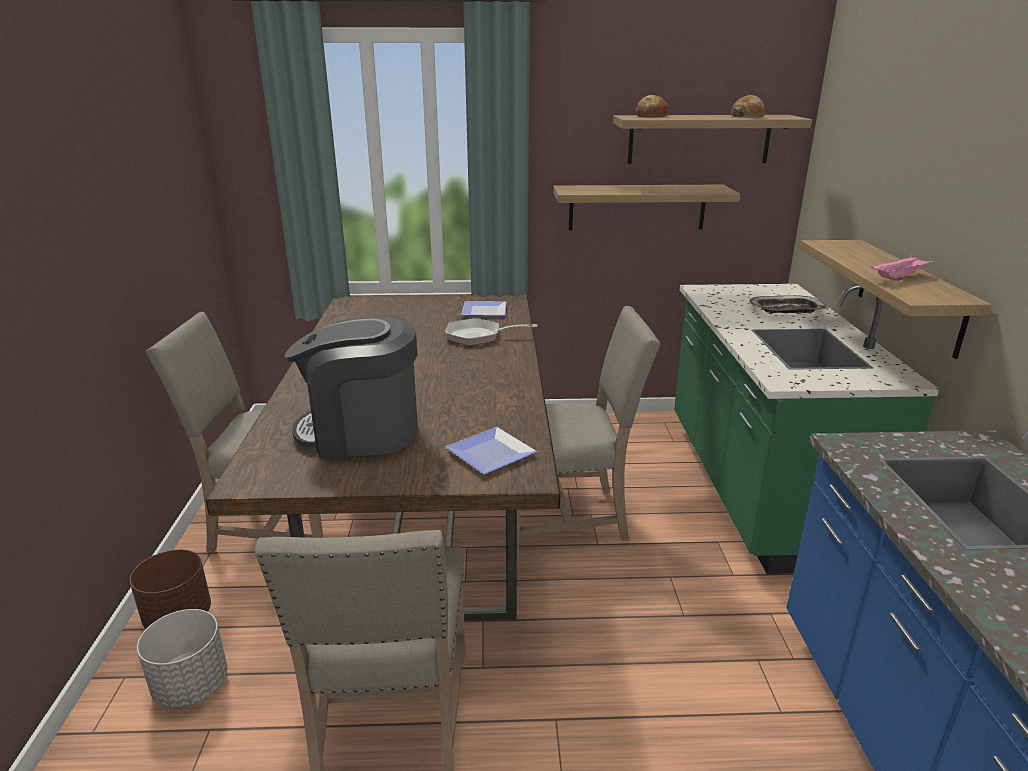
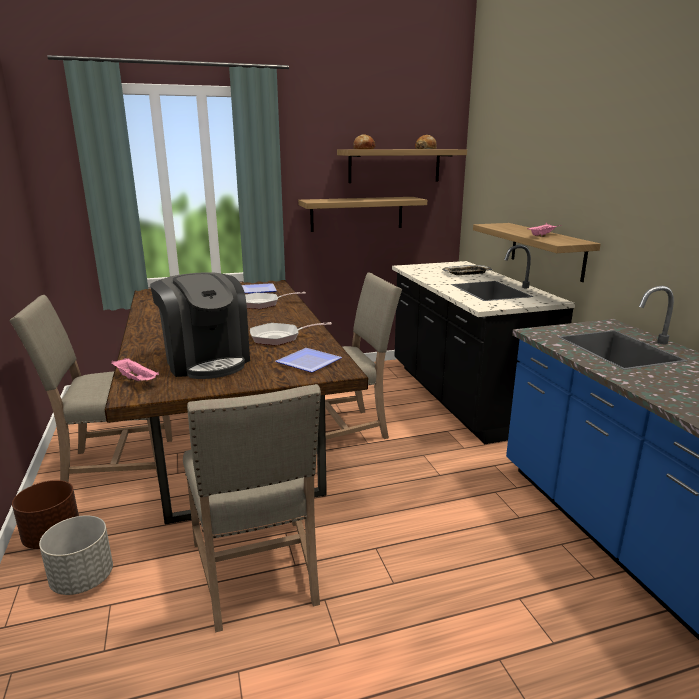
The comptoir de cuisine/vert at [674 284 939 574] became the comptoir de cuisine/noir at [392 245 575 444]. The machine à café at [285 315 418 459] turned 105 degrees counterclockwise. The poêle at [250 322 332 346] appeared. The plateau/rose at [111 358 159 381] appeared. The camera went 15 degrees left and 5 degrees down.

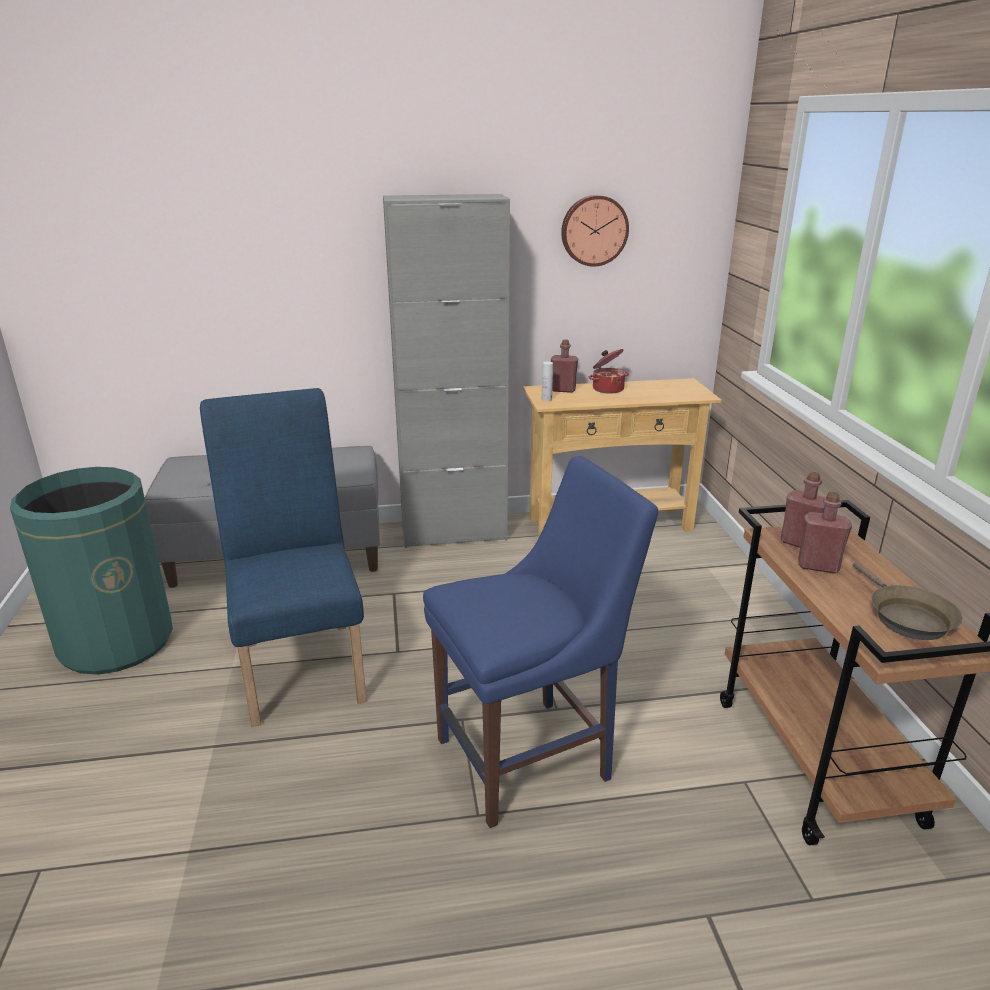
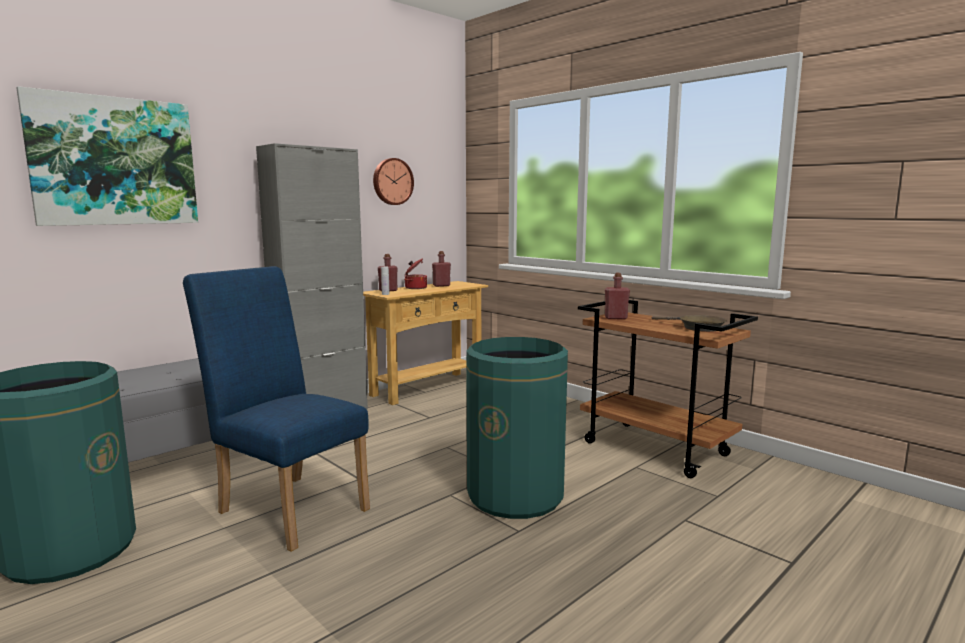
The chaise/bleu at [423 456 658 828] was replaced by the poubelle/vert at [466 337 568 519]. The bouteille/rouge moved from [798 492 852 573] to [432 251 451 287]. The tableau at [17 86 198 226] appeared. The camera went 35 degrees left and 15 degrees down.

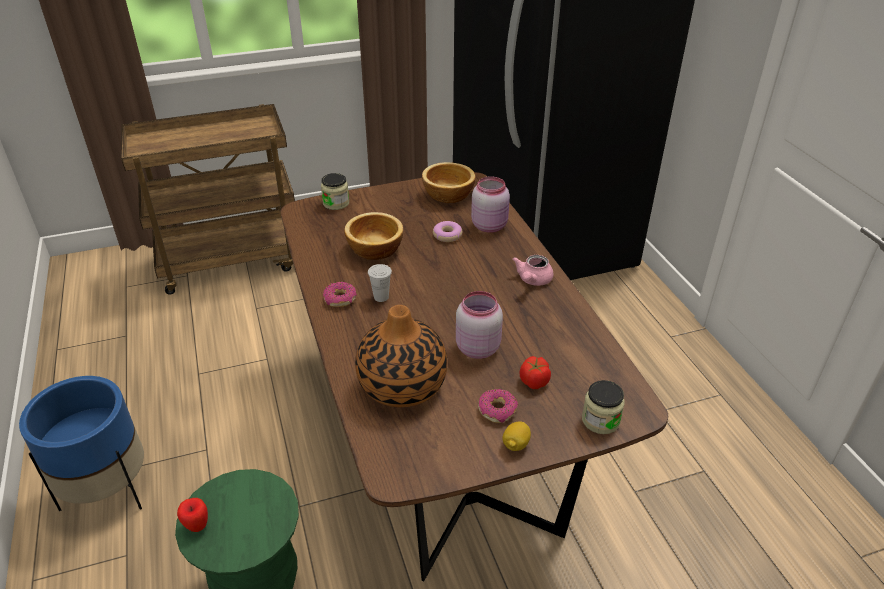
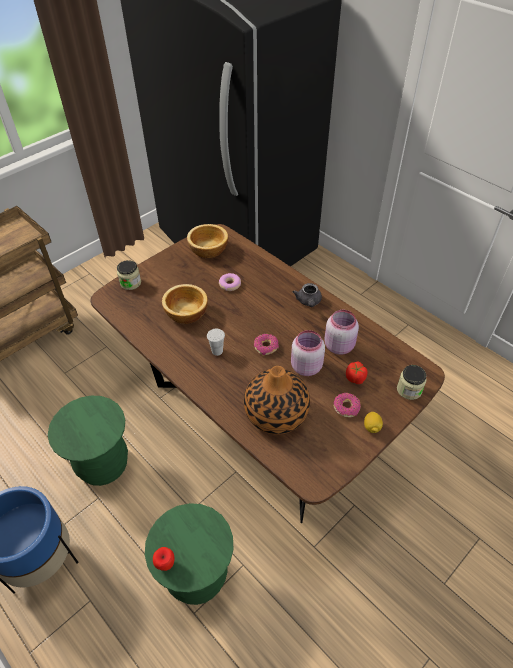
The bocal/rose moved from [471 176 510 233] to [324 310 359 355]. The théière/rose at [512 255 554 286] became the théière/gris at [293 283 322 307]. The beignet moved from [323 282 357 307] to [254 334 279 355]. The tabouret/vert at [48 396 128 486] appeared. The camera went 25 degrees left and 10 degrees up.

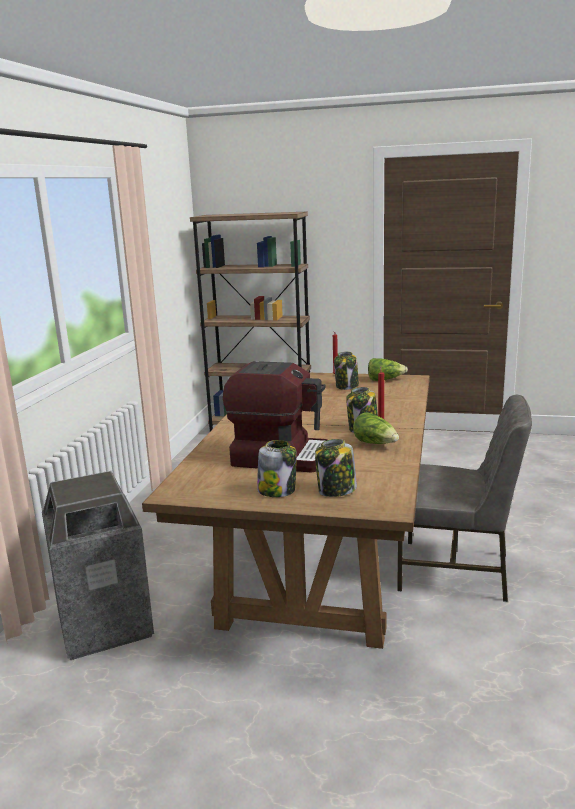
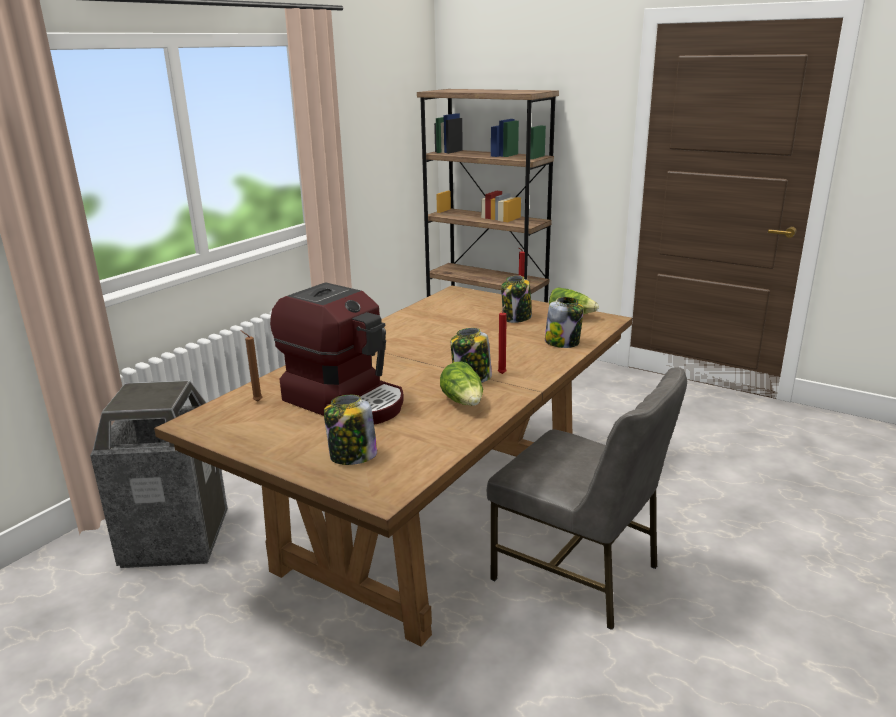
The bocal moved from [257 440 297 497] to [545 297 584 348]. The bougie/marron at [240 330 262 401] appeared. The camera went 20 degrees right and 5 degrees up.

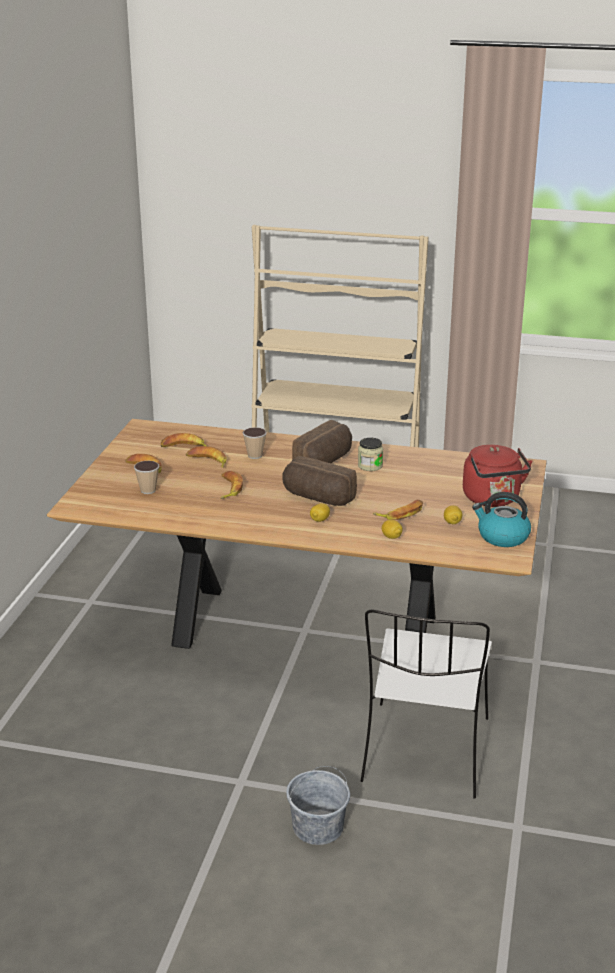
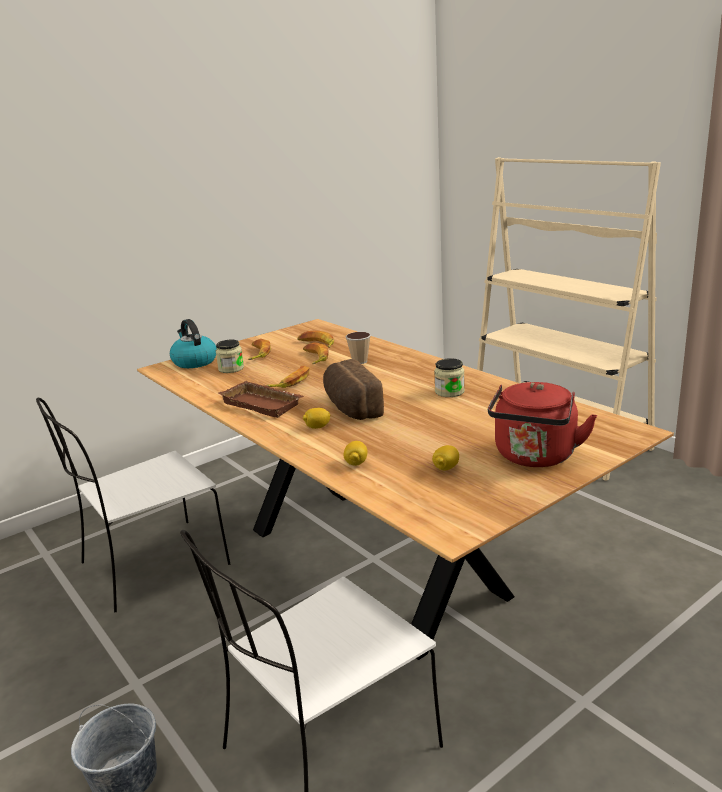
The pain at [292 420 352 463] disappeared. The tasse at [134 461 159 494] was replaced by the bocal at [216 340 244 373]. The bouilloire moved from [472 492 531 547] to [170 319 217 368]. The banane at [373 500 423 520] disappeared. The plateau/marron at [218 381 304 418] appeared. The chaise/blanc at [36 398 230 612] appeared. The camera went 40 degrees right and 5 degrees down.

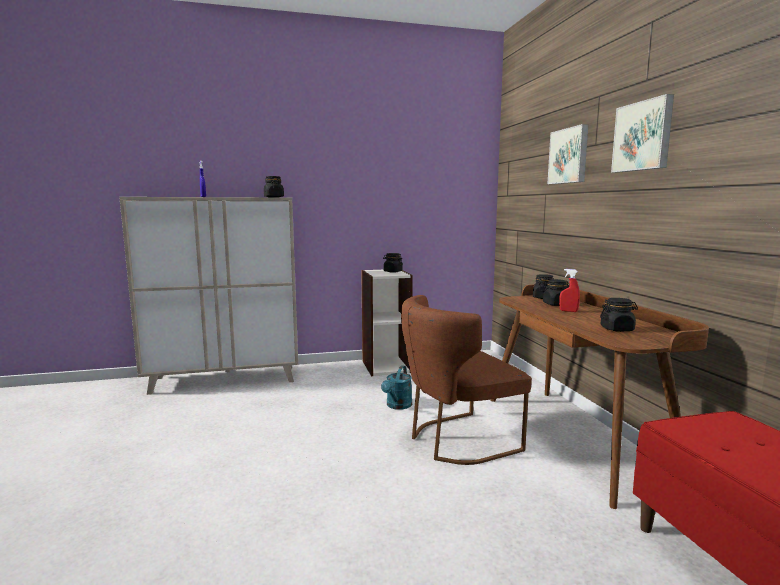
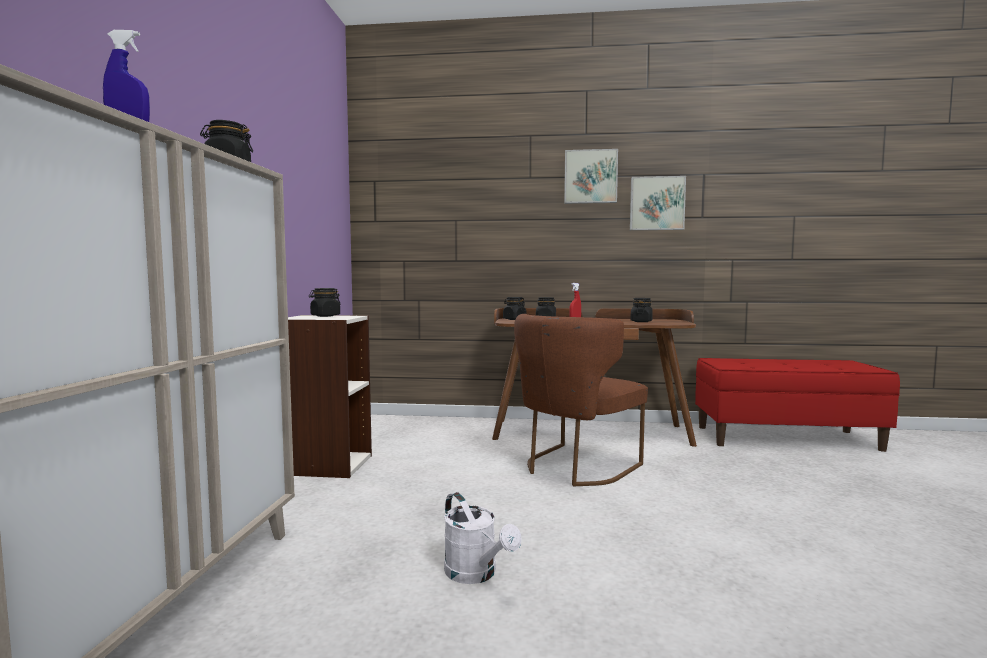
The tableau moved from [547 124 589 184] to [630 176 686 230]. The chaise/marron at [401 295 532 465] turned 45 degrees clockwise. The arrosoir/turquoise at [381 365 412 410] disappeared. The arrosoir/blanc at [444 492 522 584] appeared. The camera went 70 degrees left and 5 degrees down.

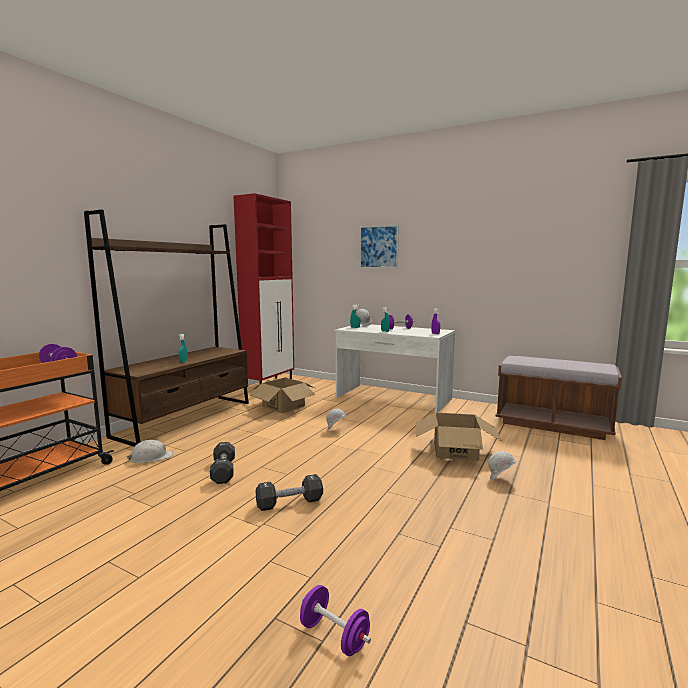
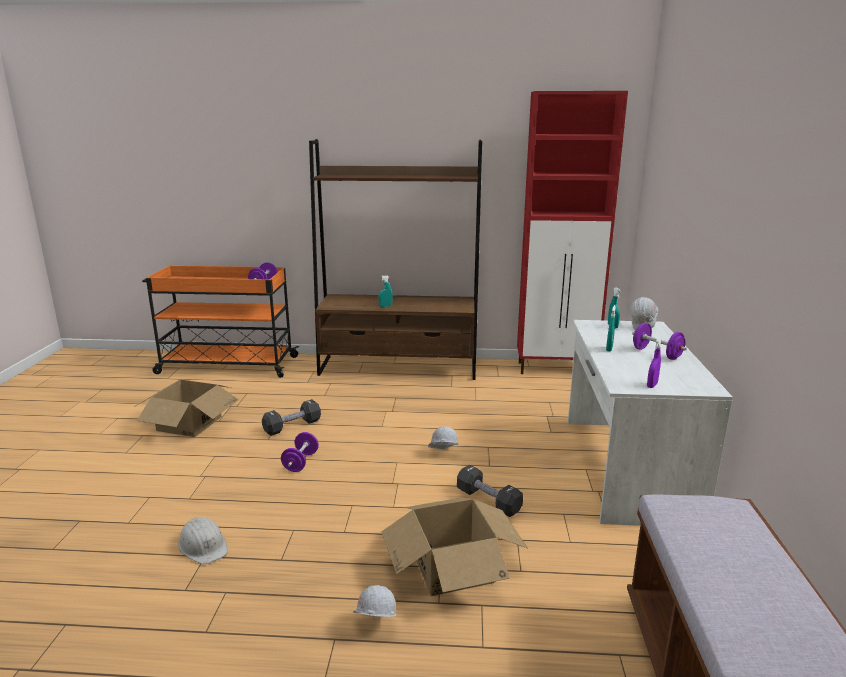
The tableau at [360 224 399 268] disappeared. The carton moved from [249 378 315 413] to [134 380 239 437]. The casque de chantier/blanc moved from [127 440 173 463] to [178 517 228 564]. The haltère/noir moved from [256 474 323 511] to [457 464 523 517]. The haltère/violet moved from [300 585 371 656] to [281 432 319 472]. The camera went 65 degrees right and 10 degrees up.

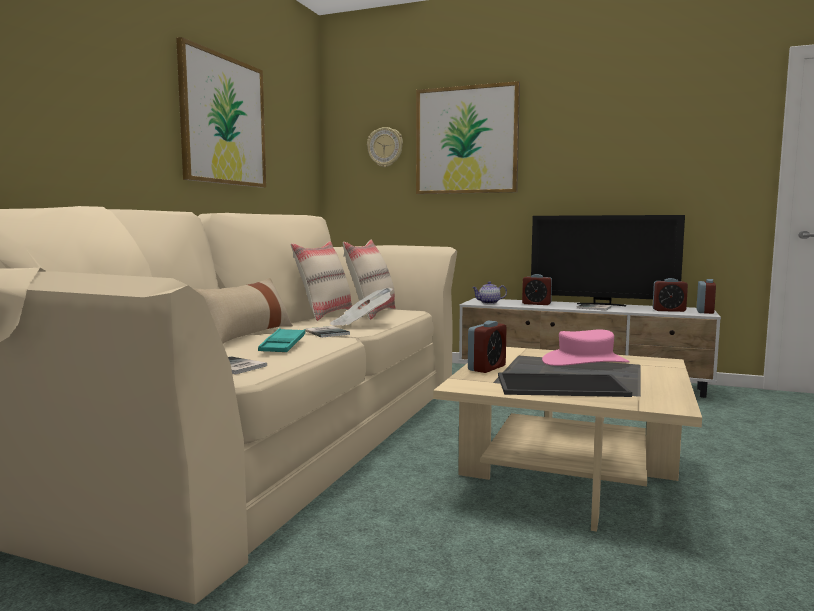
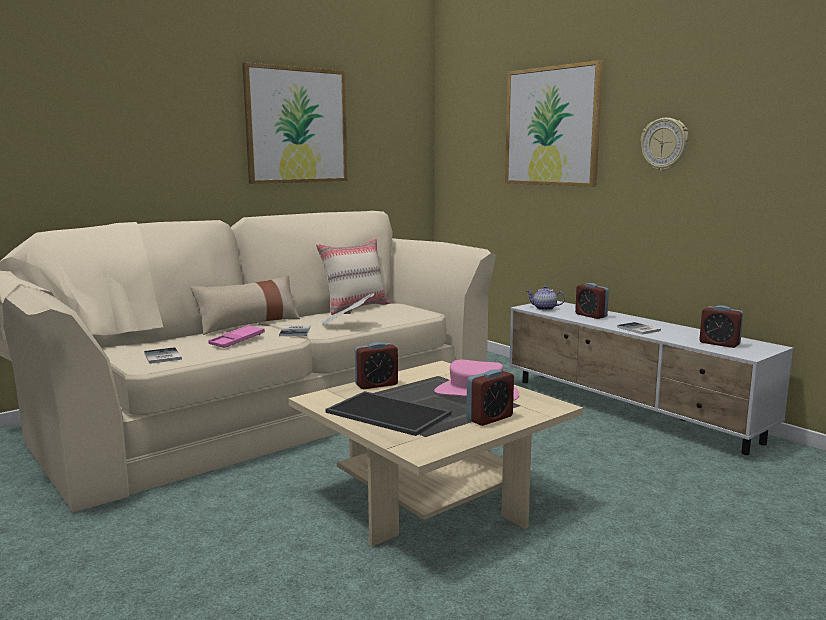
The horloge murale moved from [367 127 403 167] to [641 118 688 171]. The téléviseur at [531 215 685 306] disappeared. The coussin/beige at [343 240 395 320] disappeared. The réveil moved from [697 279 716 314] to [466 369 514 426]. The plateau/turquoise at [258 328 305 352] became the plateau/rose at [208 325 265 348]. The camera went 30 degrees right and 5 degrees up.

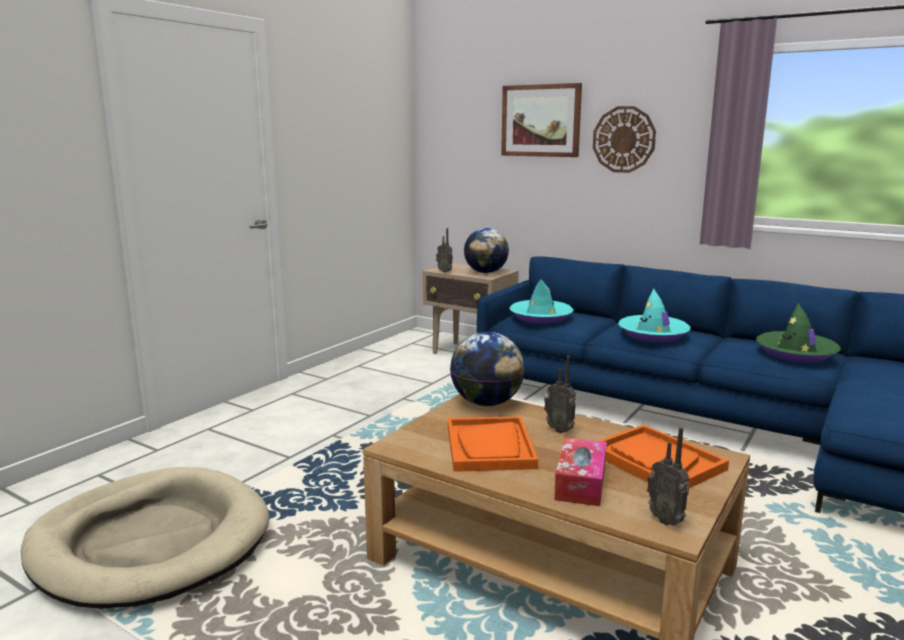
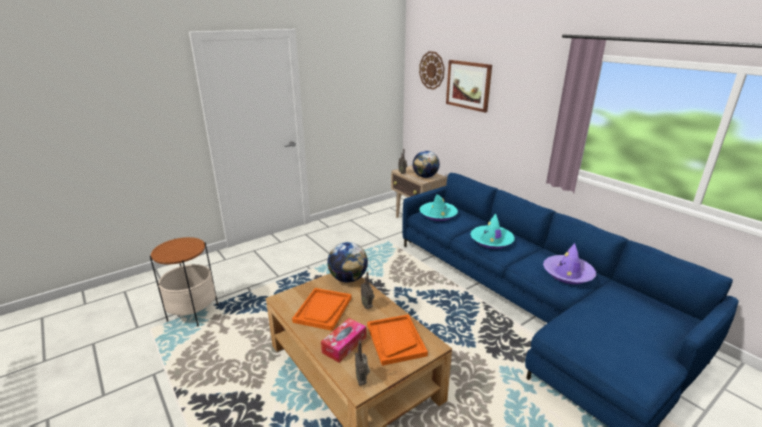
The horloge murale moved from [593 106 656 173] to [419 51 445 90]. The chapeau/vert at [756 303 841 363] became the chapeau/violet at [543 243 596 284]. The panier pour chien/beige at [21 467 269 609] was replaced by the table d'appoint at [150 237 218 327]. The camera went 20 degrees right and 10 degrees up.

